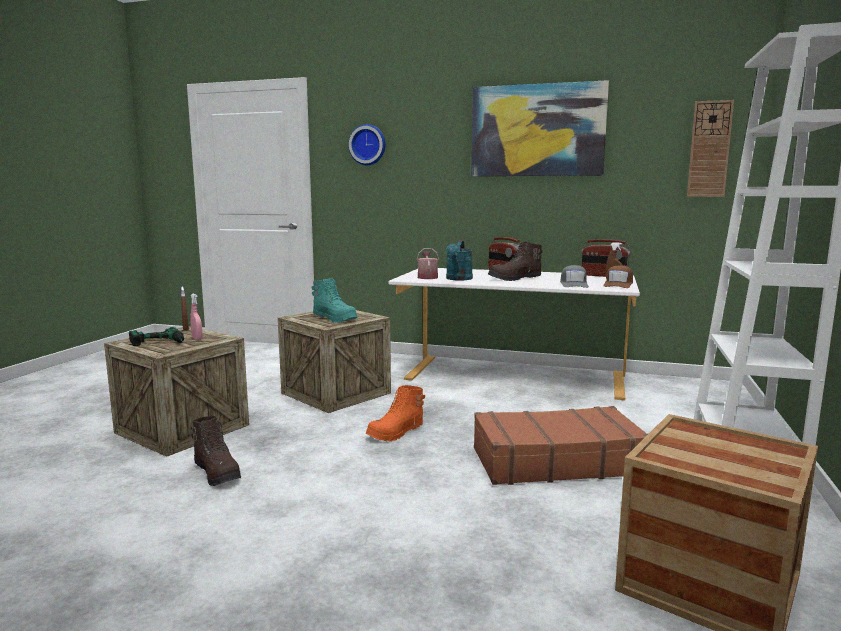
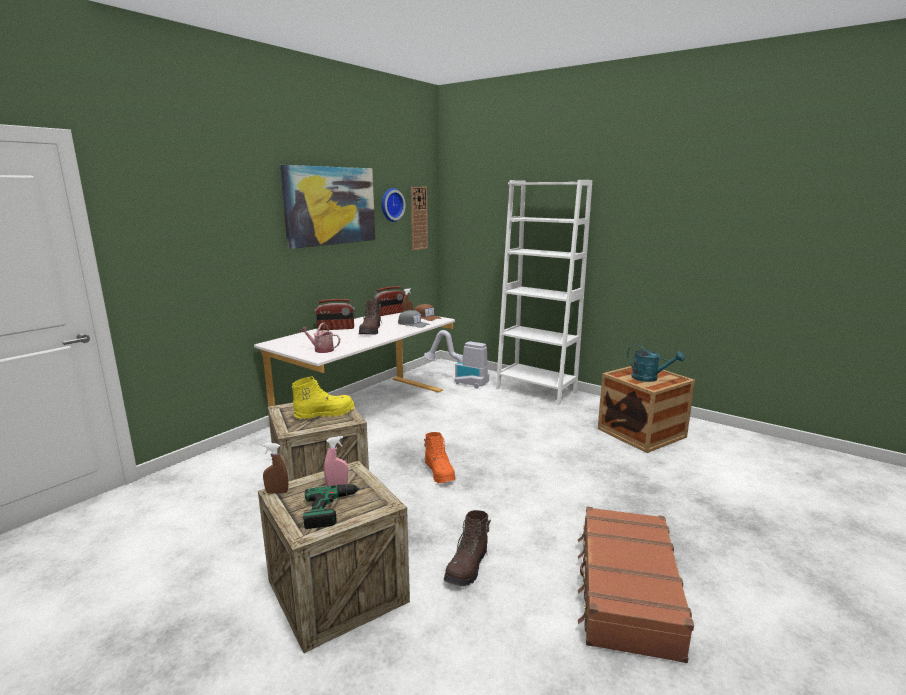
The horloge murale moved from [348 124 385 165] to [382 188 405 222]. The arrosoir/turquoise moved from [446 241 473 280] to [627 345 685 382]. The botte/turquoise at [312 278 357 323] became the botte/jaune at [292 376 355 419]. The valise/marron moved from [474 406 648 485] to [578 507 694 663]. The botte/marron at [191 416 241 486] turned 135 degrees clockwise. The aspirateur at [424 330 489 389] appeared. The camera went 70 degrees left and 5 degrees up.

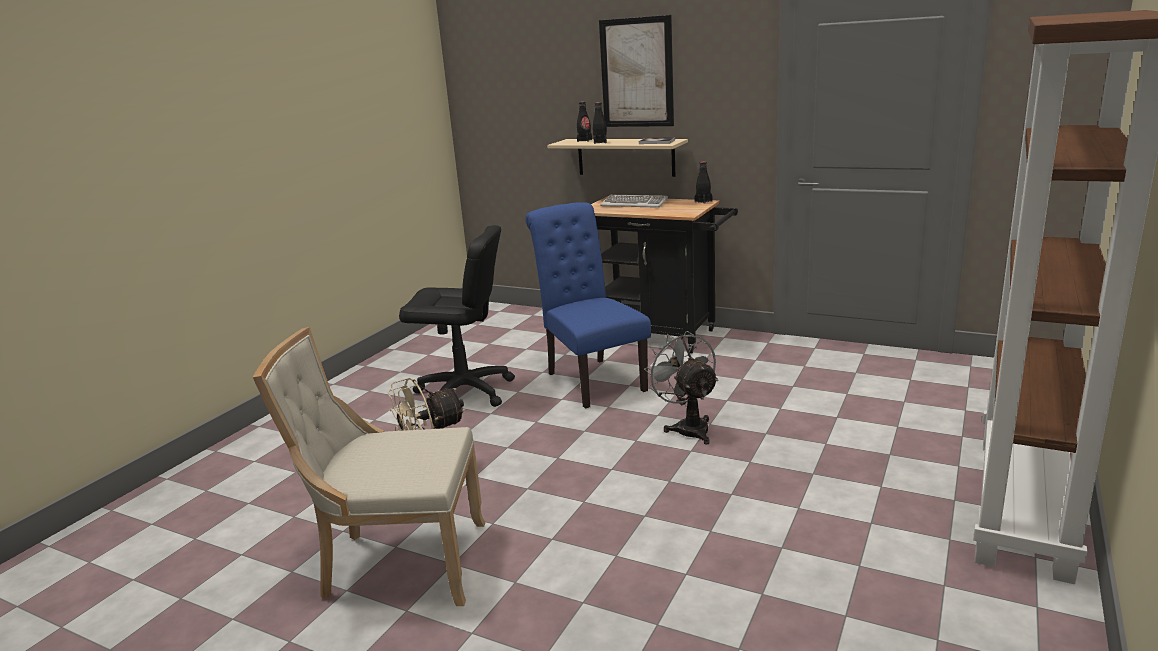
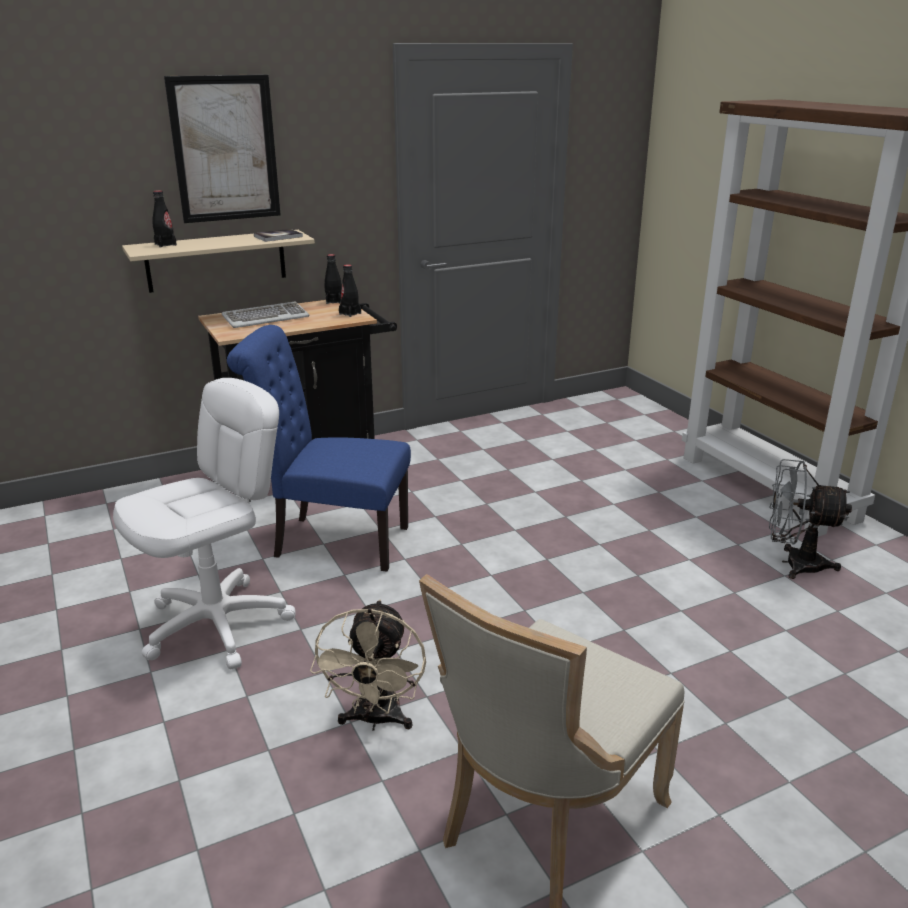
The bouteille/noir moved from [593 102 607 144] to [339 264 361 317]. The chaise de bureau/noir at [399 225 515 407] became the chaise de bureau/blanc at [113 378 296 669]. The ventilateur/gris moved from [644 331 719 444] to [769 459 852 579]. The camera went 55 degrees left and 5 degrees up.

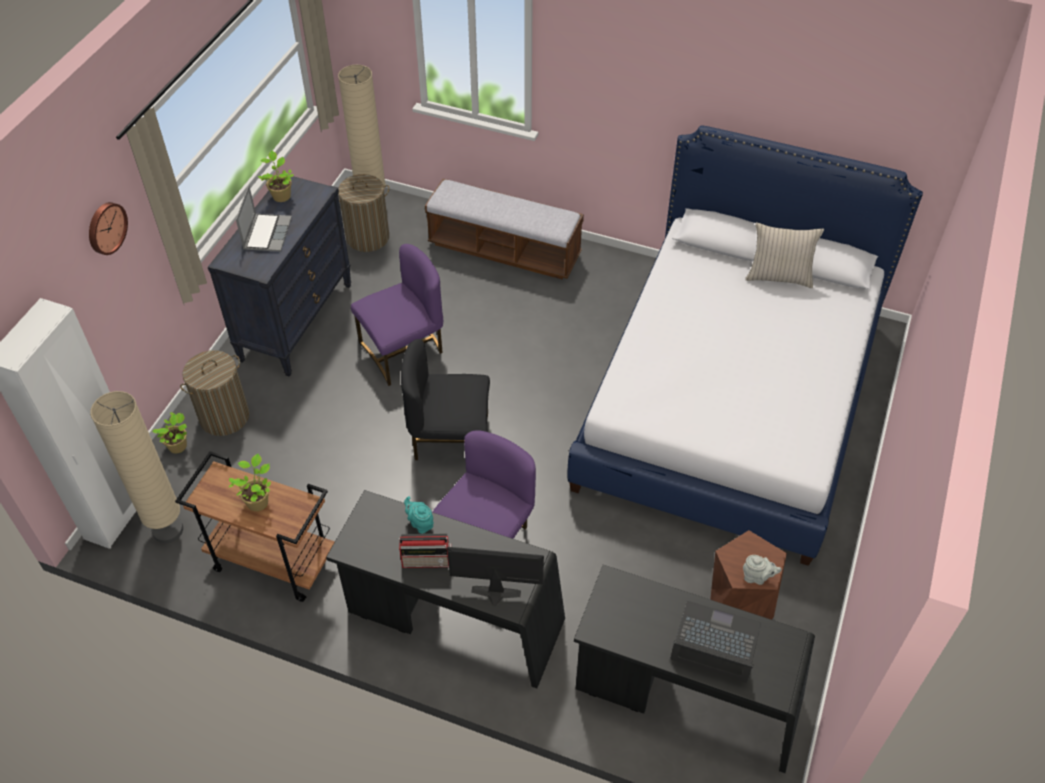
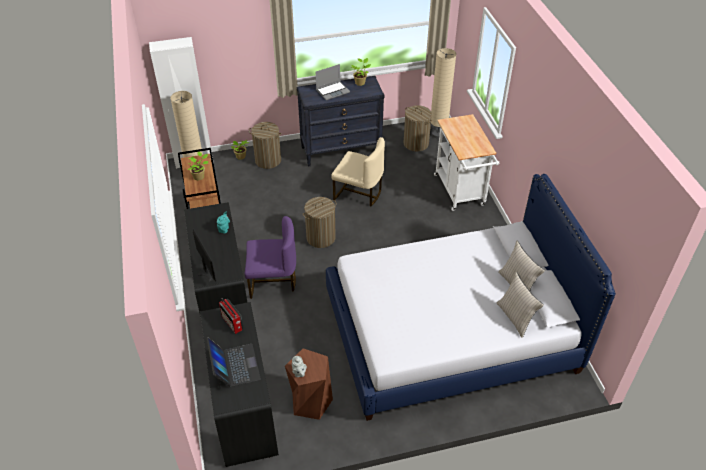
The banc at [425 179 584 280] was replaced by the chariot/blanc at [434 114 499 211]. The horloge murale at [89 202 128 255] disappeared. The chaise/violet at [351 244 443 386] became the chaise/beige at [331 137 385 206]. The chaise/noir at [401 339 490 460] was replaced by the panier à linge at [303 197 336 248]. The radio moved from [399 533 451 568] to [219 298 244 334]. The coussin/beige at [497 272 544 338] appeared. The camera went 55 degrees right and 5 degrees down.

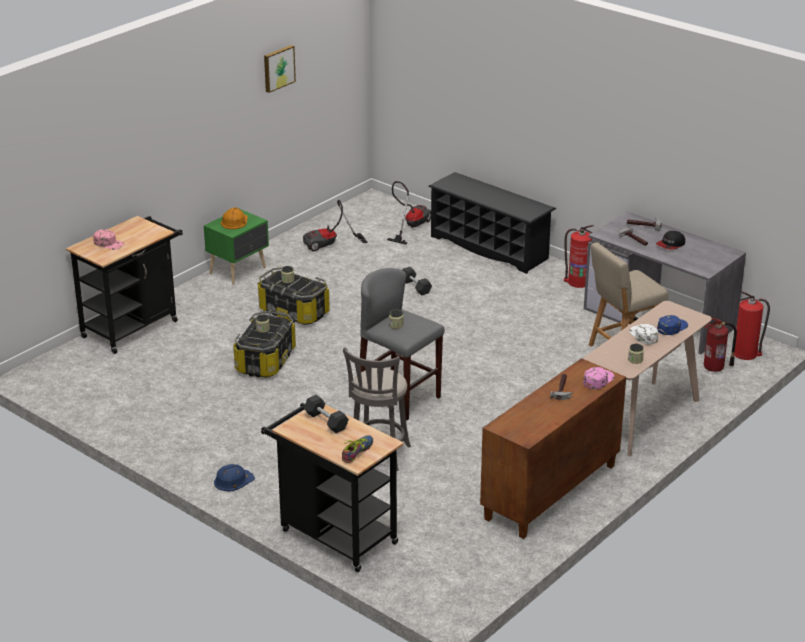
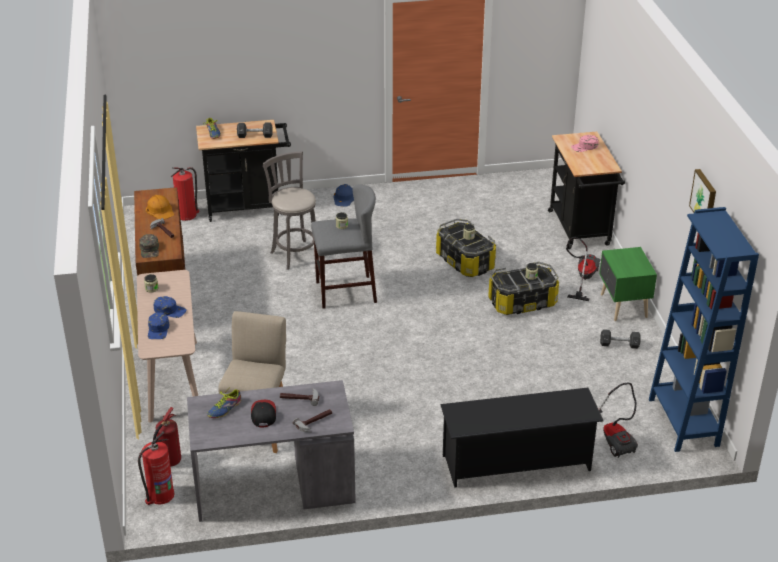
The aspirateur moved from [303 200 368 251] to [566 237 601 301]. The casque de chantier/orange moved from [221 207 248 229] to [146 195 174 220]. The extincteur moved from [564 225 594 288] to [171 167 199 221]. The haltère/noir moved from [402 267 432 295] to [600 329 641 349]. The casquette/blanc at [630 324 658 345] became the casquette/bleu at [154 296 186 318]. The casquette/rose at [583 367 614 389] became the casquette/vert at [139 234 159 258]. The bibliothèque/bleu at [649 207 759 452] appeared. The chaussure at [207 386 241 418] appeared. The camera went 130 degrees right and 5 degrees up.

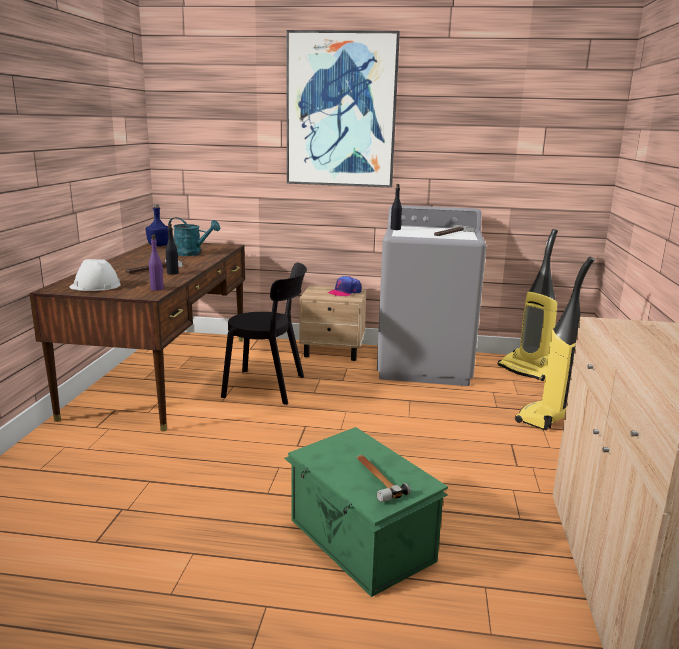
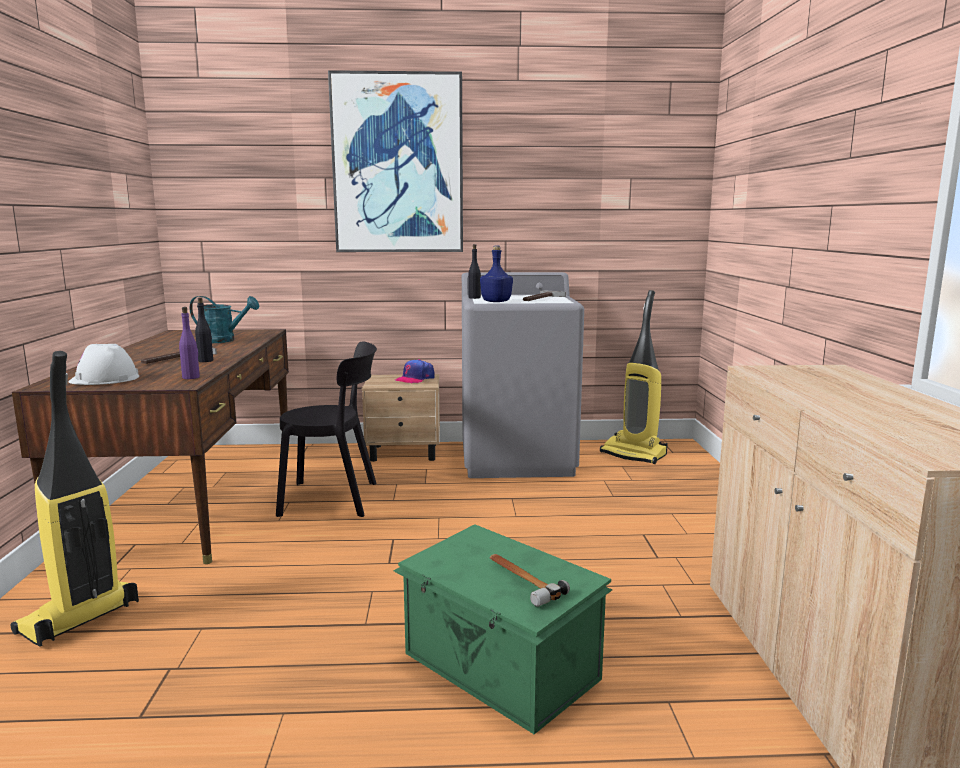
The bouteille/bleu moved from [146 204 168 246] to [480 246 513 302]. The aspirateur moved from [515 257 595 431] to [11 351 139 647]. The camera went 10 degrees left and 5 degrees down.

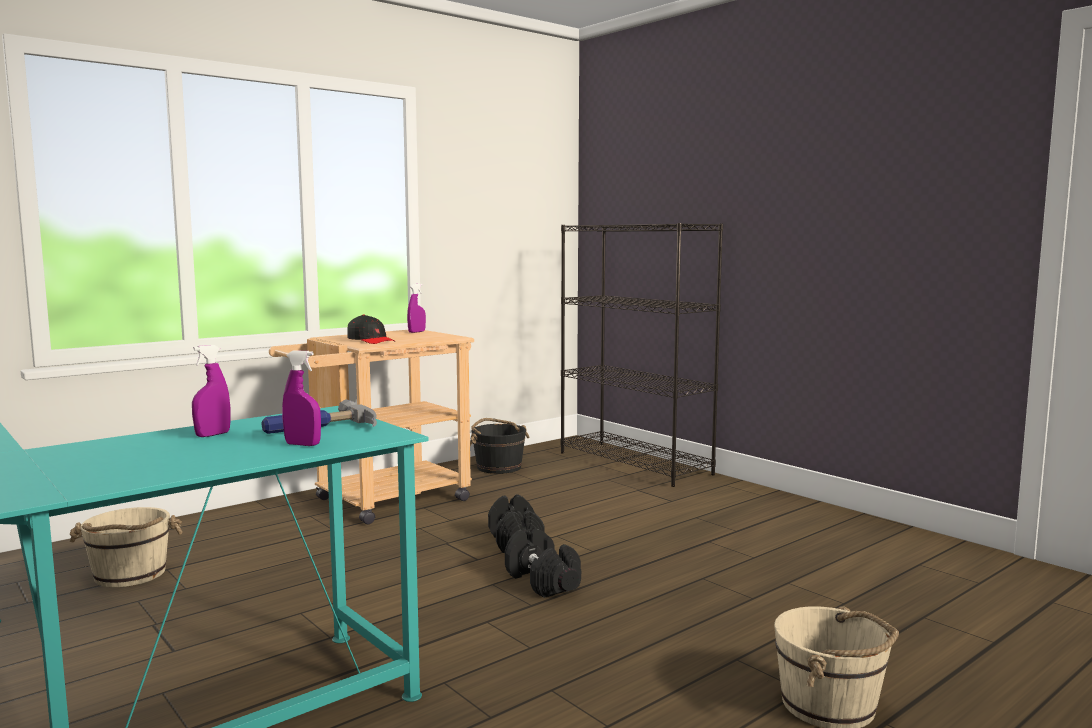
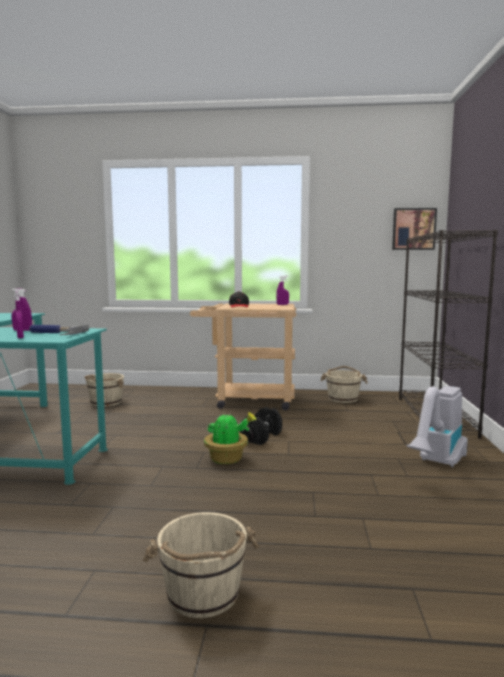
The seau/noir at [470 418 530 474] became the seau/beige at [320 366 368 403]. The haltère/noir at [505 527 581 598] was replaced by the plante en pot at [204 412 256 464]. The tableau at [392 208 437 250] appeared. The aspirateur at [407 386 468 467] appeared. The camera went 45 degrees right and 0 degrees up.

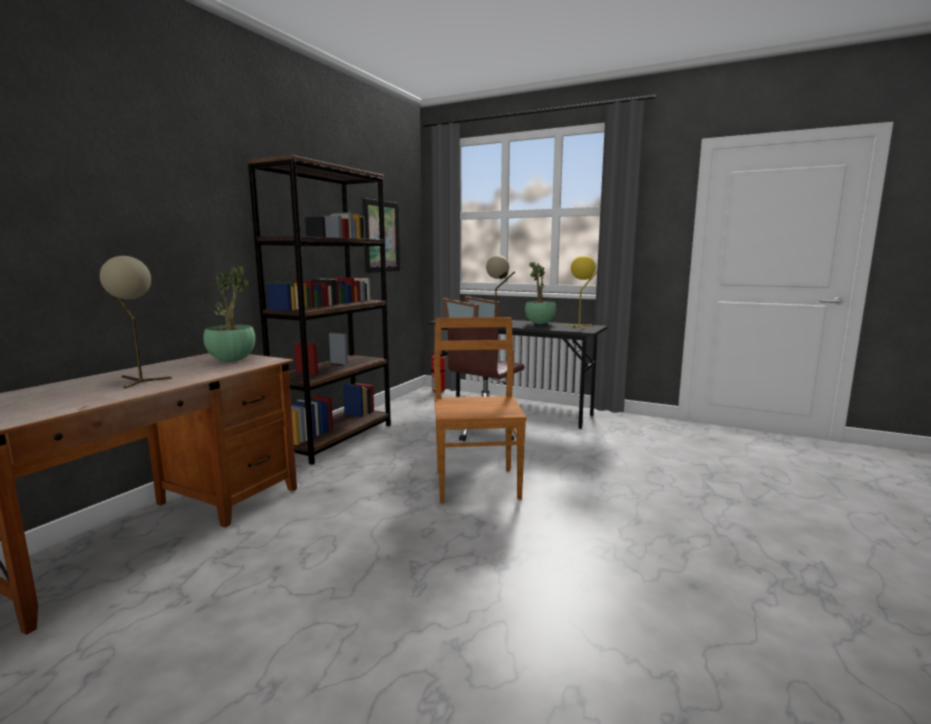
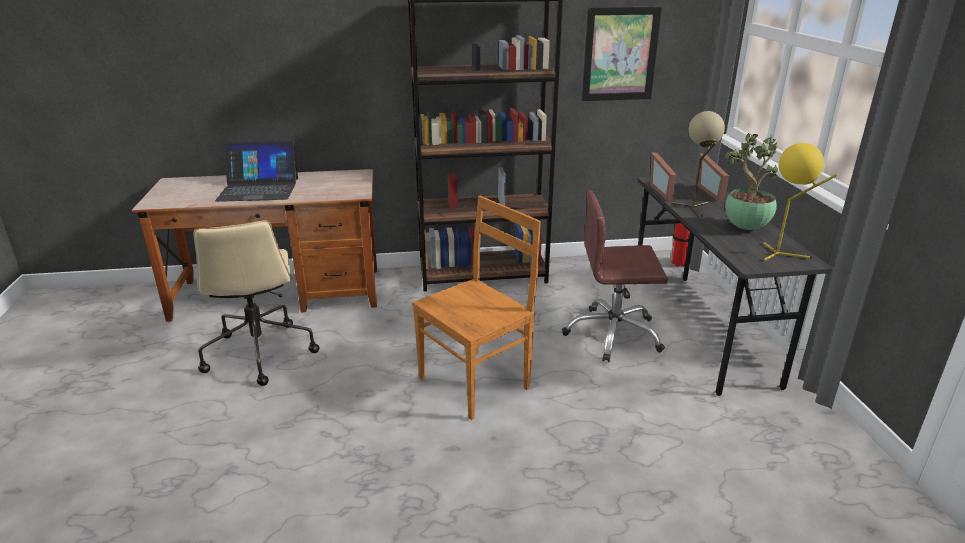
The lampe de table/beige at [100 256 172 388] was replaced by the ordinateur portable at [215 141 298 202]. The plante en pot at [203 266 255 362] disappeared. The chaise de bureau/beige at [193 220 320 386] appeared. The camera went 55 degrees right and 15 degrees up.

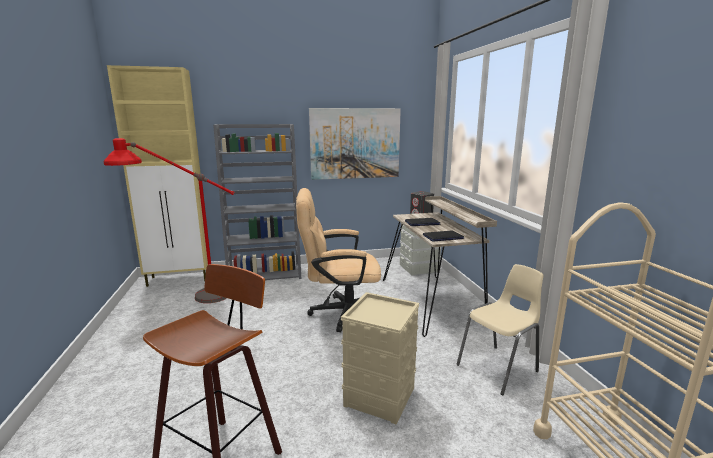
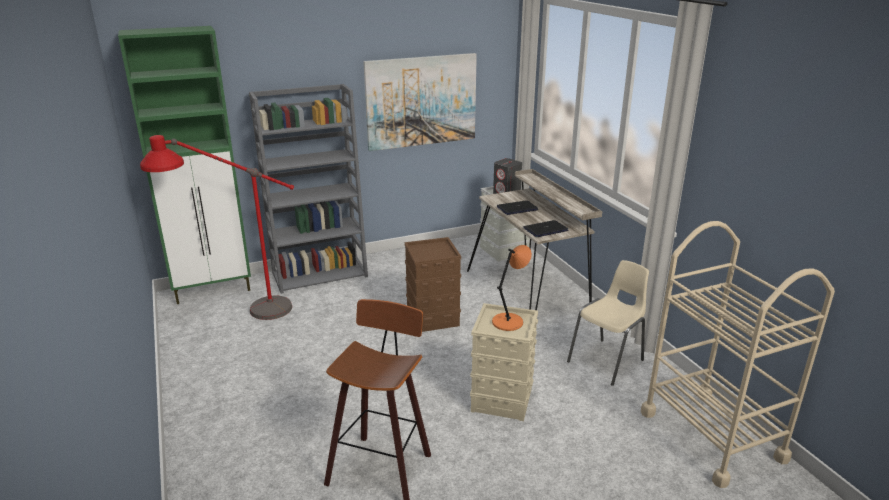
The meuble de rangement/beige at [107 65 208 287] became the meuble de rangement/vert at [118 26 251 304]. The chaise de bureau/beige at [296 188 381 332] was replaced by the boîte de rangement/marron at [404 237 462 332]. The lampe de table/orange at [492 245 532 331] appeared. The camera went 10 degrees left and 10 degrees up.

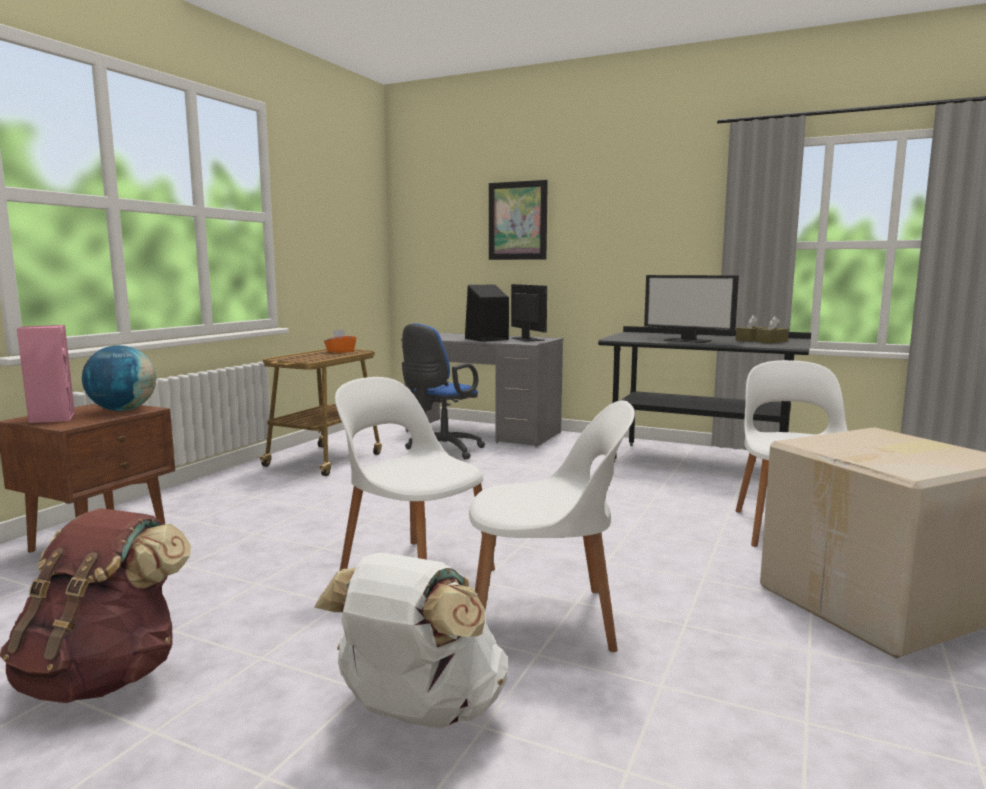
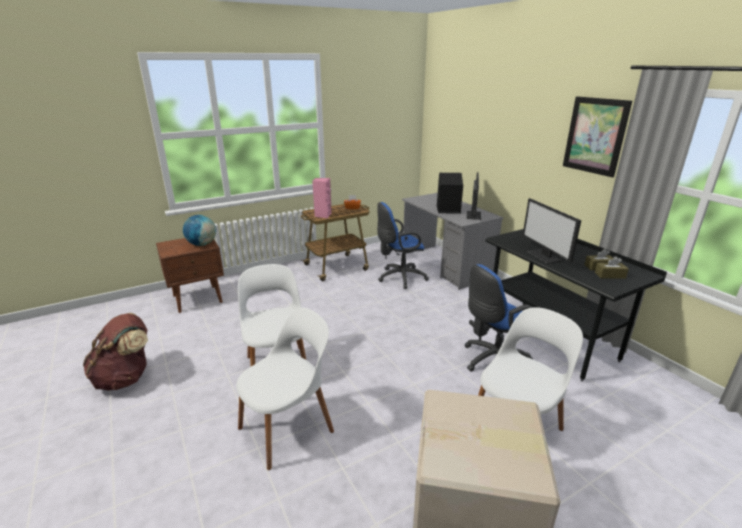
The tableau moved from [489 180 548 260] to [563 96 632 177]. The enceinte/rose moved from [17 325 75 423] to [312 178 332 218]. The chaise/blanc at [469 401 635 652] turned 75 degrees counterclockwise. The sac à dos/blanc at [314 552 508 729] disappeared. The chaise de bureau/bleu at [464 264 533 371] appeared. The camera went 35 degrees right and 15 degrees up.

